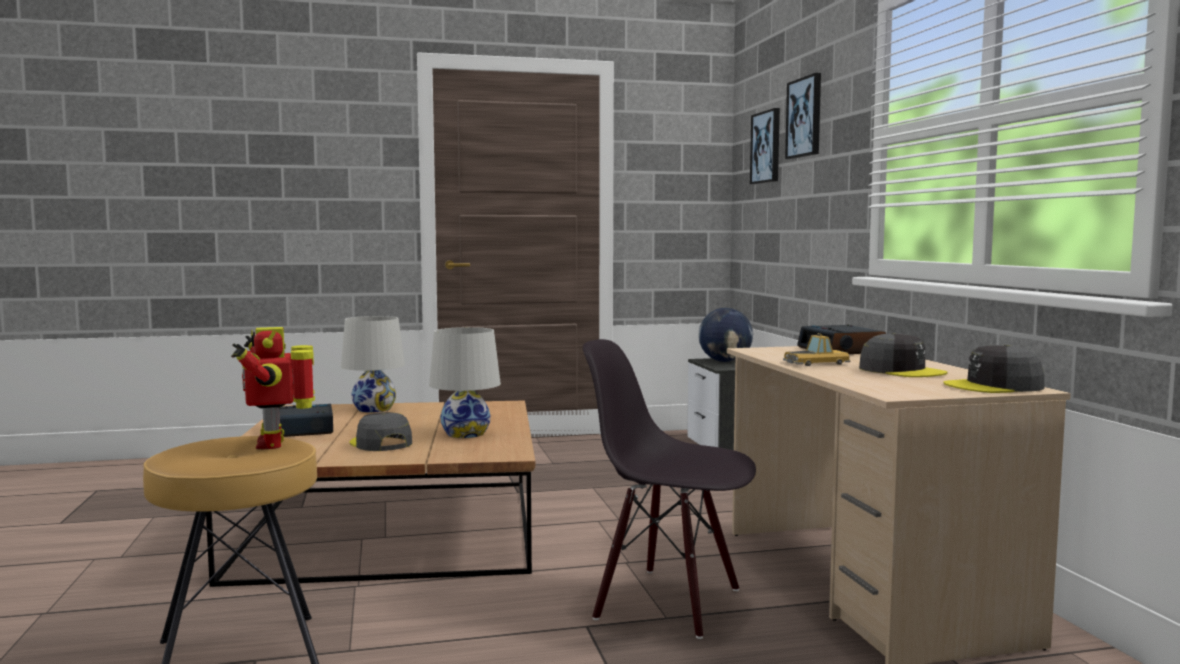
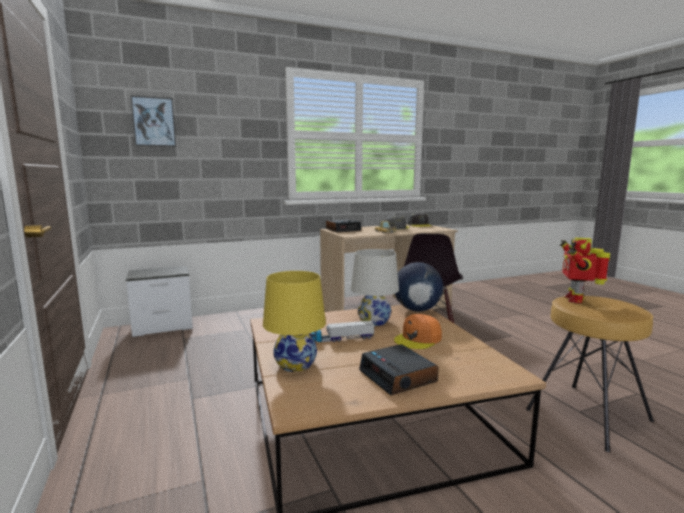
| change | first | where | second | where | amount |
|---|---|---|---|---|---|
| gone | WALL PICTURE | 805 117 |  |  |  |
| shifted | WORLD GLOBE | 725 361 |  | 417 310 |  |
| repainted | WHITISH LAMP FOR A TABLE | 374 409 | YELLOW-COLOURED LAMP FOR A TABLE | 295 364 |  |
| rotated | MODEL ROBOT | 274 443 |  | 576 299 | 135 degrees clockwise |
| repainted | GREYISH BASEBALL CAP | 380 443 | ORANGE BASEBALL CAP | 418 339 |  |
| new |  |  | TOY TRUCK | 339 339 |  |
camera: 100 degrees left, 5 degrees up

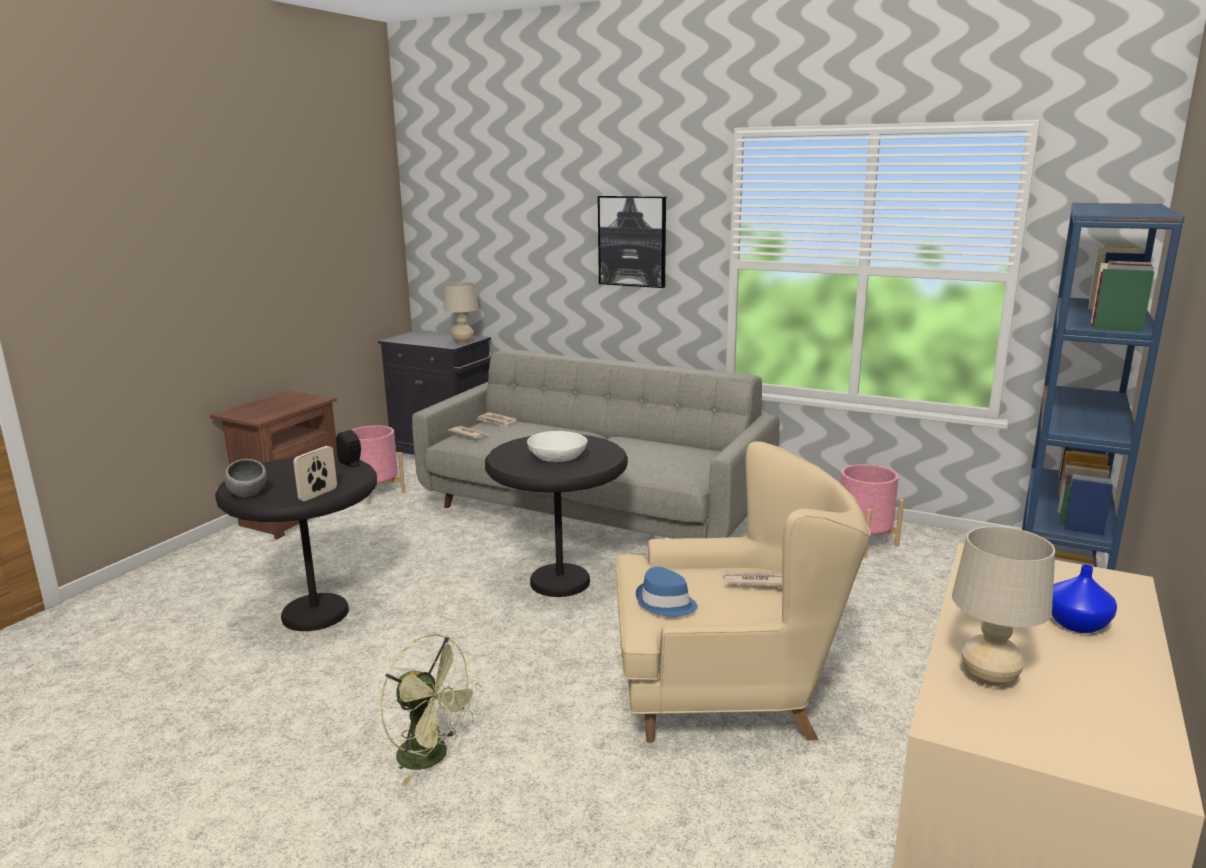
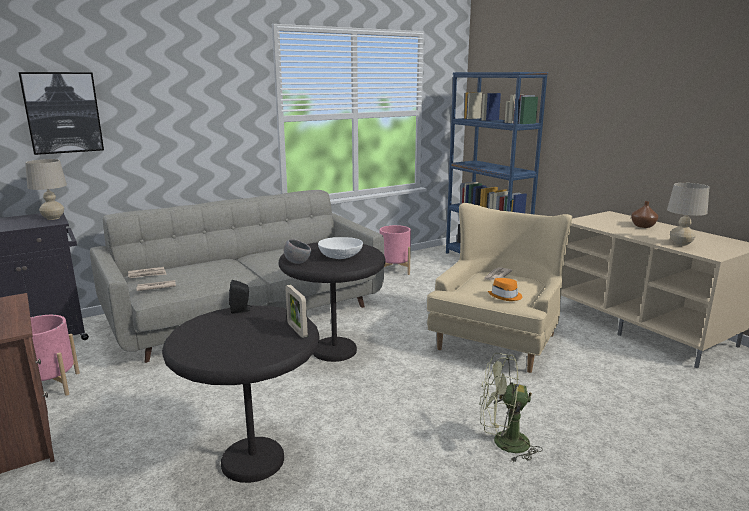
| change | first | where | second | where | amount |
|---|---|---|---|---|---|
| shifted | WALL PICTURE | 632 241 |  | 63 113 |  |
| shifted | GREYISH SERVING BOWL | 248 494 |  | 297 262 |  |
| repainted | BLUISH DECORATIVE VASE | 1077 624 | BROWNISH DECORATIVE VASE | 642 226 |  |
| repainted | BLUISH CLOTHING HAT | 665 603 | ORANGE CLOTHING HAT | 505 296 |  |
| rotated | GREENISH COOLING FAN | 432 757 |  | 503 443 | 150 degrees counterclockwise |
camera: 60 degrees left, 0 degrees up

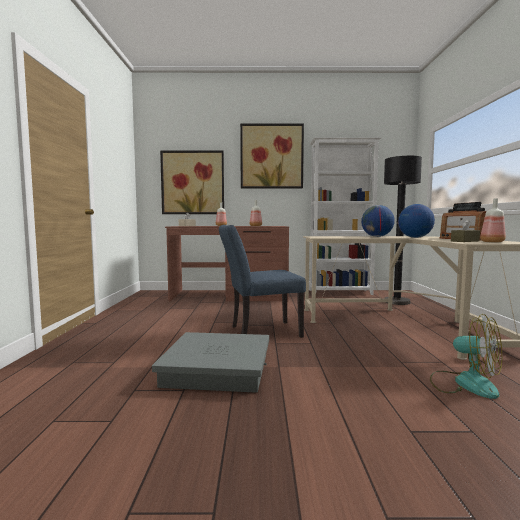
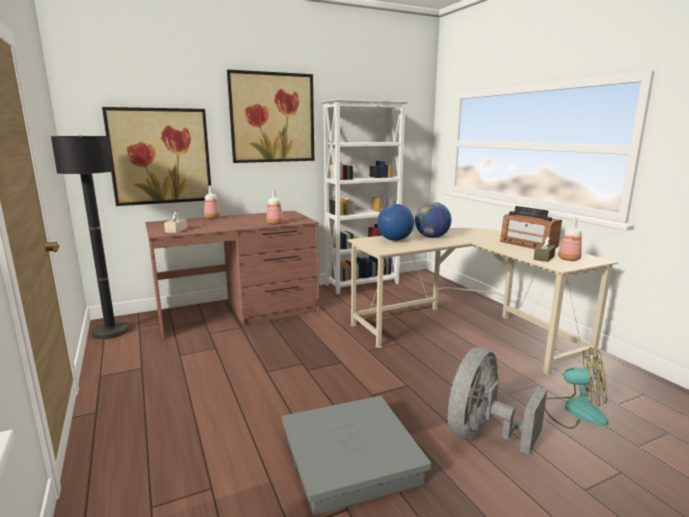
| change | first | where | second | where | amount |
|---|---|---|---|---|---|
| shifted | BLACK STANDING LAMP | 397 302 |  | 111 331 |  |
| shifted | WORLD GLOBE | 415 237 |  | 394 240 |  |
| gone | BLUISH UPRIGHT CHAIR | 259 332 |  |  |  |
| new |  |  | GREYISH COOLING FAN | 482 434 |  |
camera: 25 degrees left, 10 degrees up

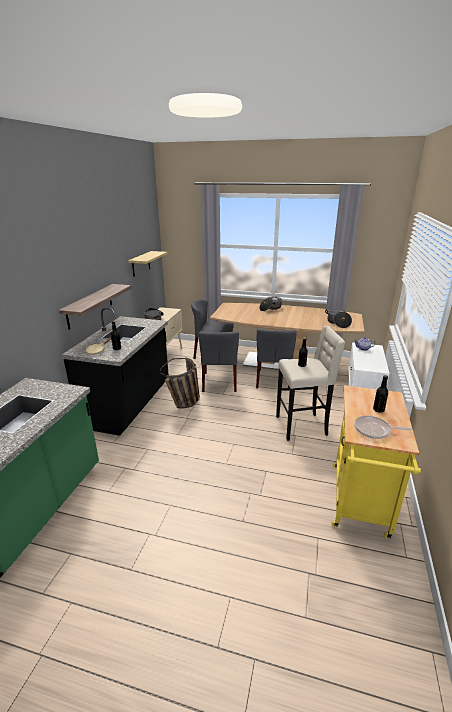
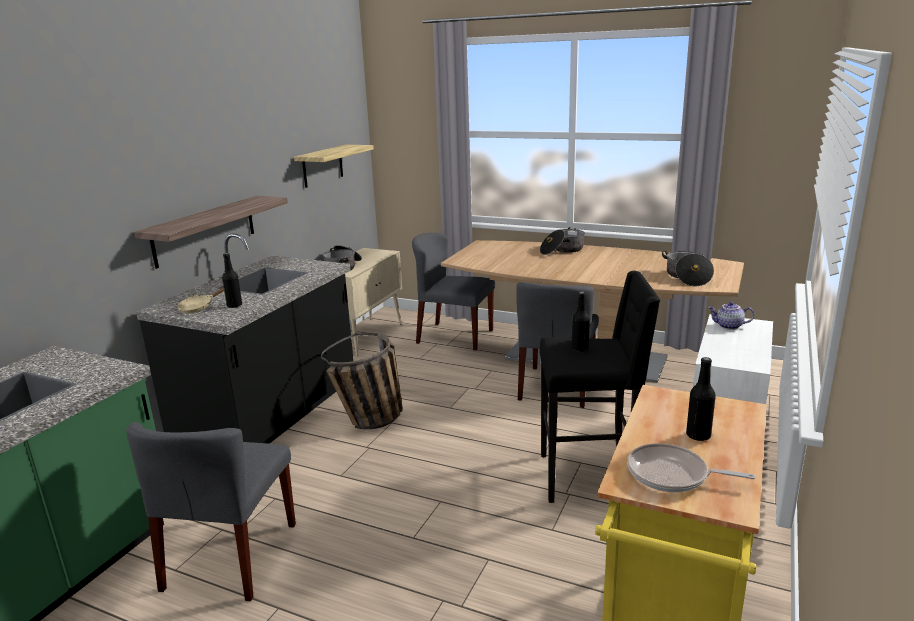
| change | first | where | second | where | amount |
|---|---|---|---|---|---|
| repainted | SAND-COLOURED STOOL SEAT | 302 426 | BLACK STOOL SEAT | 589 477 |  |
| shifted | GREYISH UPRIGHT CHAIR | 219 382 |  | 231 556 |  |
camera: 10 degrees right, 5 degrees down

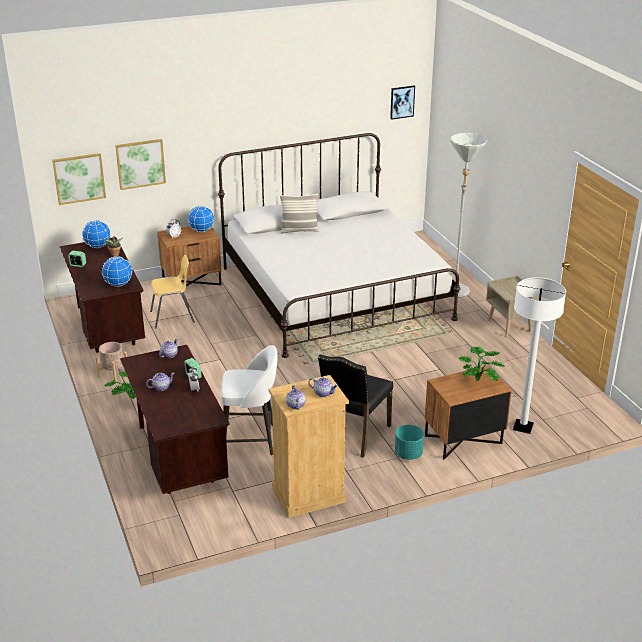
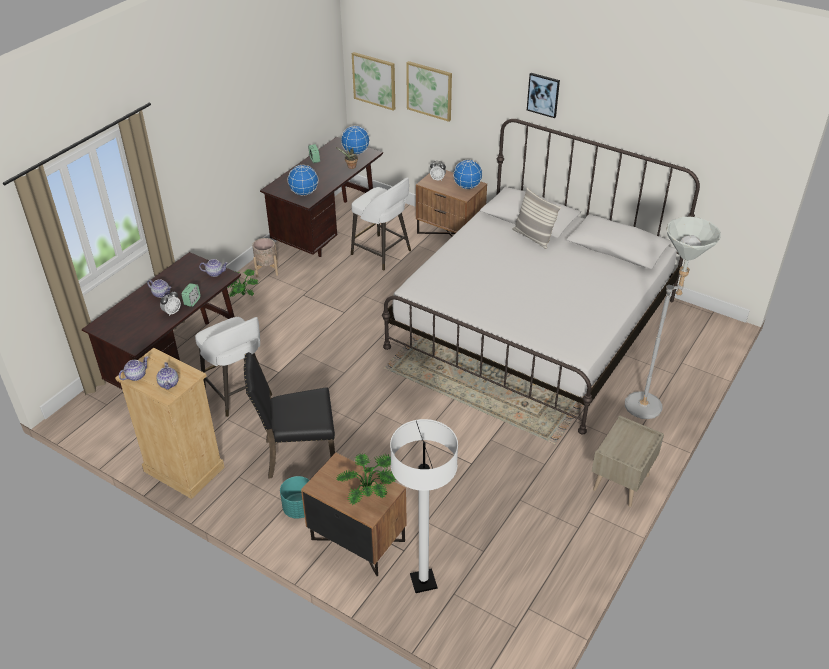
| change | first | where | second | where | amount |
|---|---|---|---|---|---|
| shifted | WALL PICTURE | 402 102 |  | 543 94 |  |
| swapped | YELLOW-COLOURED UPRIGHT CHAIR | 173 317 | WHITISH STOOL SEAT | 382 253 |  |
camera: 55 degrees right, 10 degrees up

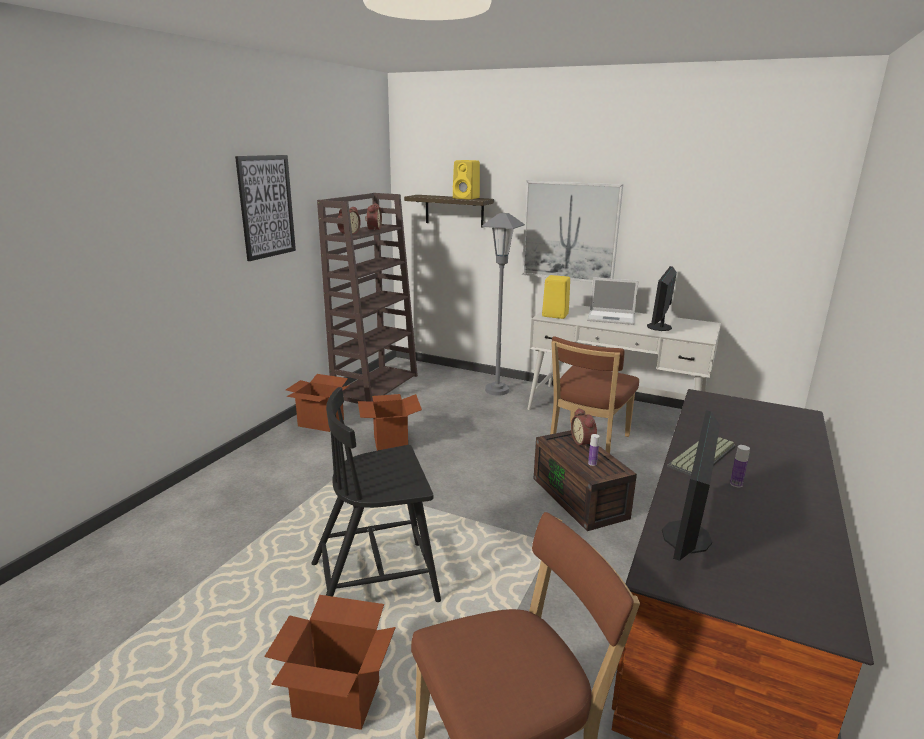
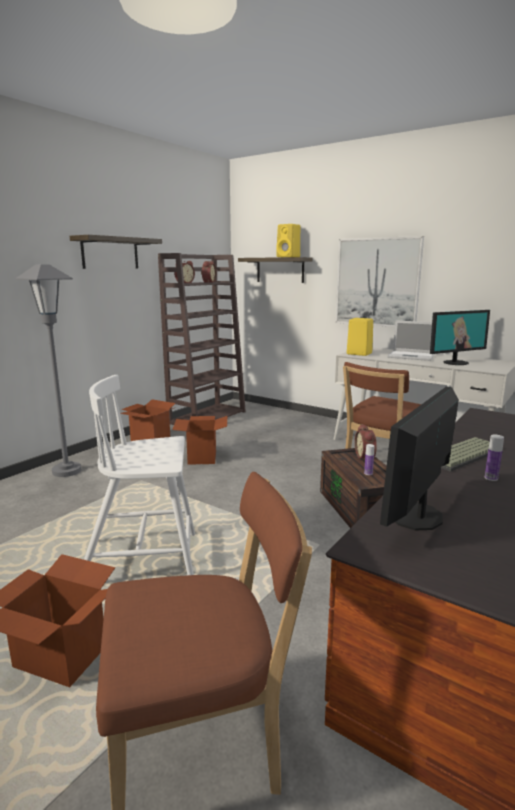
| change | first | where | second | where | amount |
|---|---|---|---|---|---|
| swapped | WALL PICTURE | 266 207 | WALL SHELF | 110 253 |  |
| shifted | GREYISH STANDING LAMP | 497 390 |  | 67 471 |  |
| rotated | COMPUTER DISPLAY | 660 327 |  | 455 362 | 150 degrees counterclockwise |
| repainted | BLACK UPRIGHT CHAIR | 376 580 | WHITISH UPRIGHT CHAIR | 143 560 |  |
camera: 10 degrees right, 5 degrees down

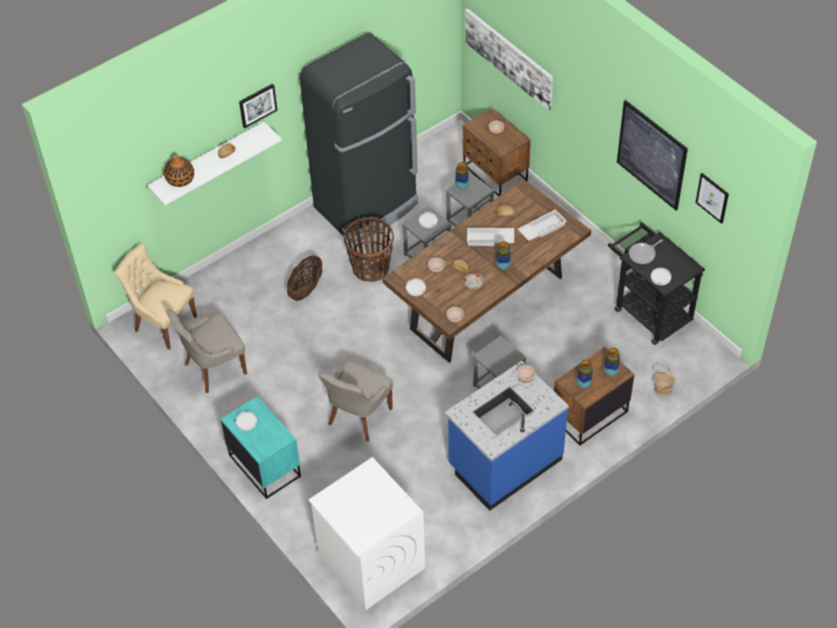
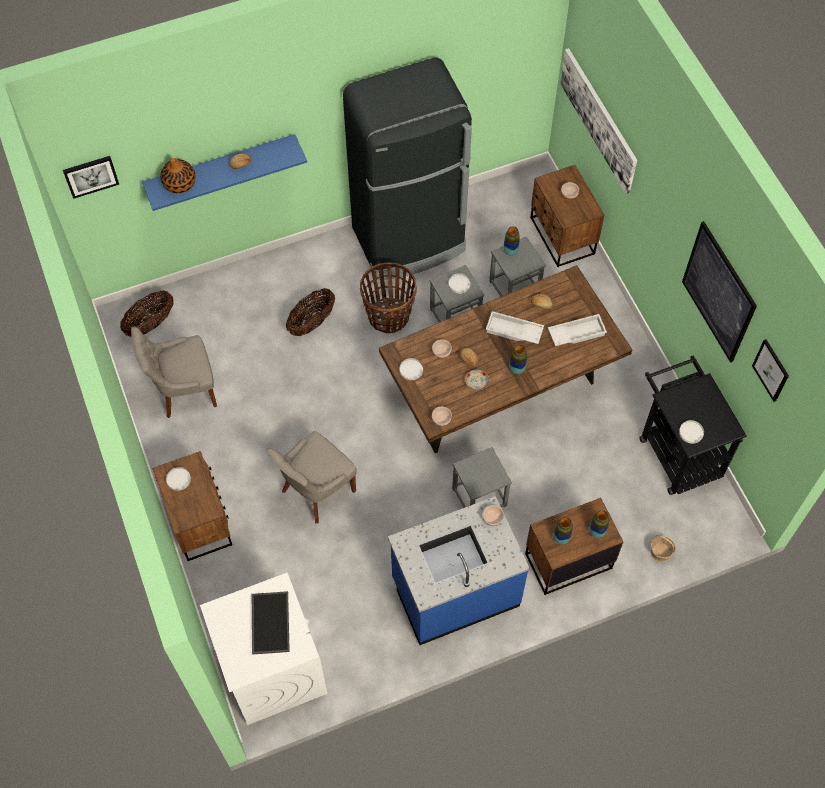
| change | first | where | second | where | amount |
|---|---|---|---|---|---|
| shifted | WALL PICTURE | 257 105 |  | 90 176 |  |
| repainted | WHITISH WALL SHELF | 208 161 | BLUISH WALL SHELF | 221 166 |  |
| gone | FRYING PAN | 643 254 |  |  |  |
| swapped | SAND-COLOURED UPRIGHT CHAIR | 163 323 | HOUSEHOLD BASKET | 150 323 |  |
| repainted | BLUE-GREEN NIGHT TABLE | 265 465 | BROWNISH NIGHT TABLE | 199 521 |  |
| new |  |  | SERVING TRAY | 269 622 |  |
camera: 15 degrees right, 10 degrees up

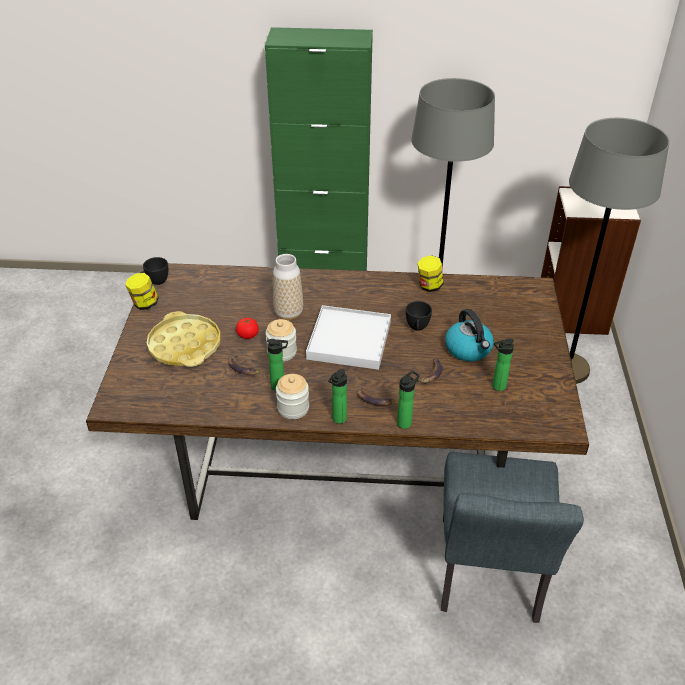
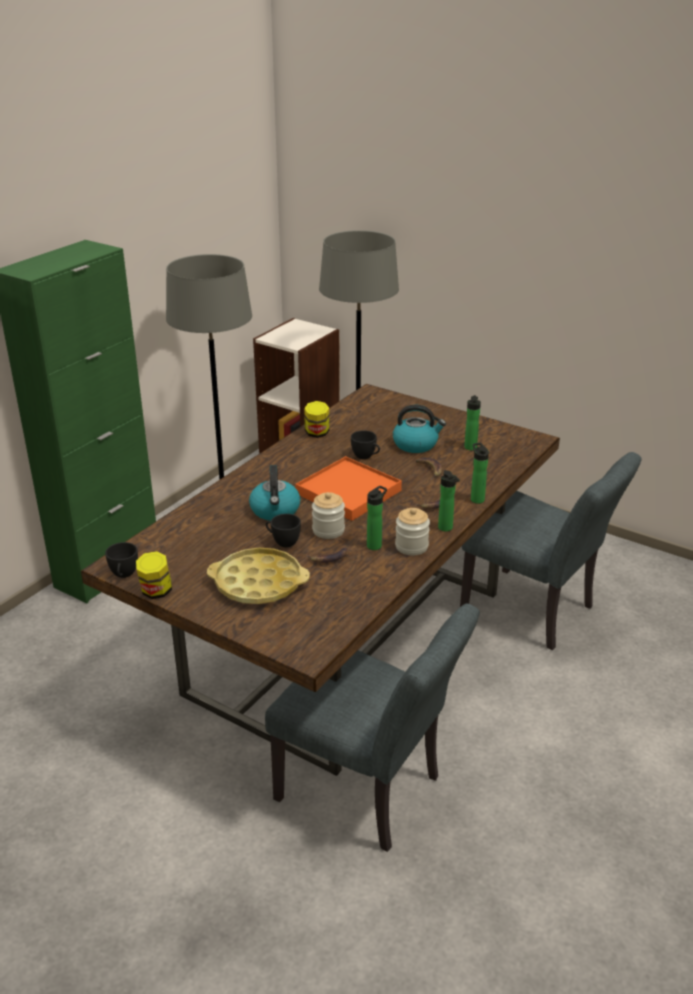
| change | first | where | second | where | amount |
|---|---|---|---|---|---|
| swapped | DECORATIVE VASE | 288 313 | WATER KETTLE | 275 511 |  |
| repainted | WHITISH SERVING TRAY | 349 340 | ORANGE SERVING TRAY | 348 492 |  |
| swapped | FRESH TOMATO | 248 335 | BLACK DRINKING CUP | 283 542 |  |
| new |  |  | GREYISH UPRIGHT CHAIR | 369 793 |  |
camera: 60 degrees left, 10 degrees down

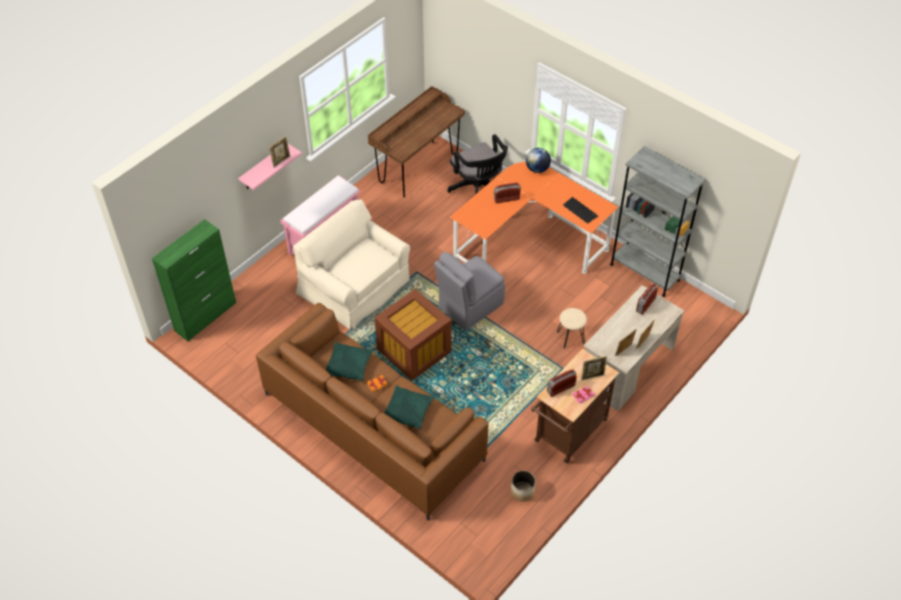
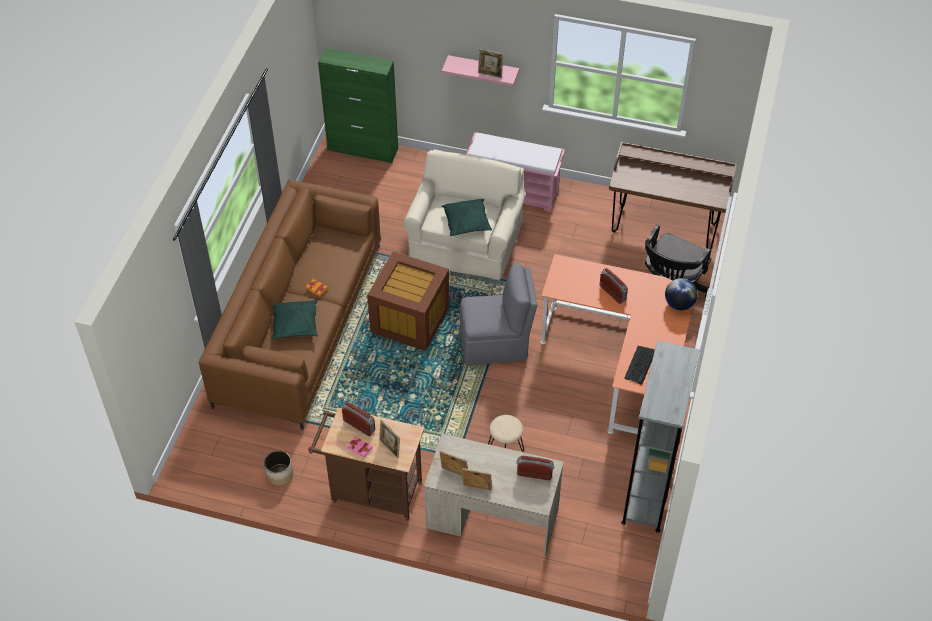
| change | first | where | second | where | amount |
|---|---|---|---|---|---|
| rotated | GREYISH UPRIGHT CHAIR | 469 306 |  | 495 344 | 150 degrees clockwise |
| shifted | GREENISH PILLOW | 349 366 |  | 467 223 |  |
camera: 65 degrees right, 0 degrees up

